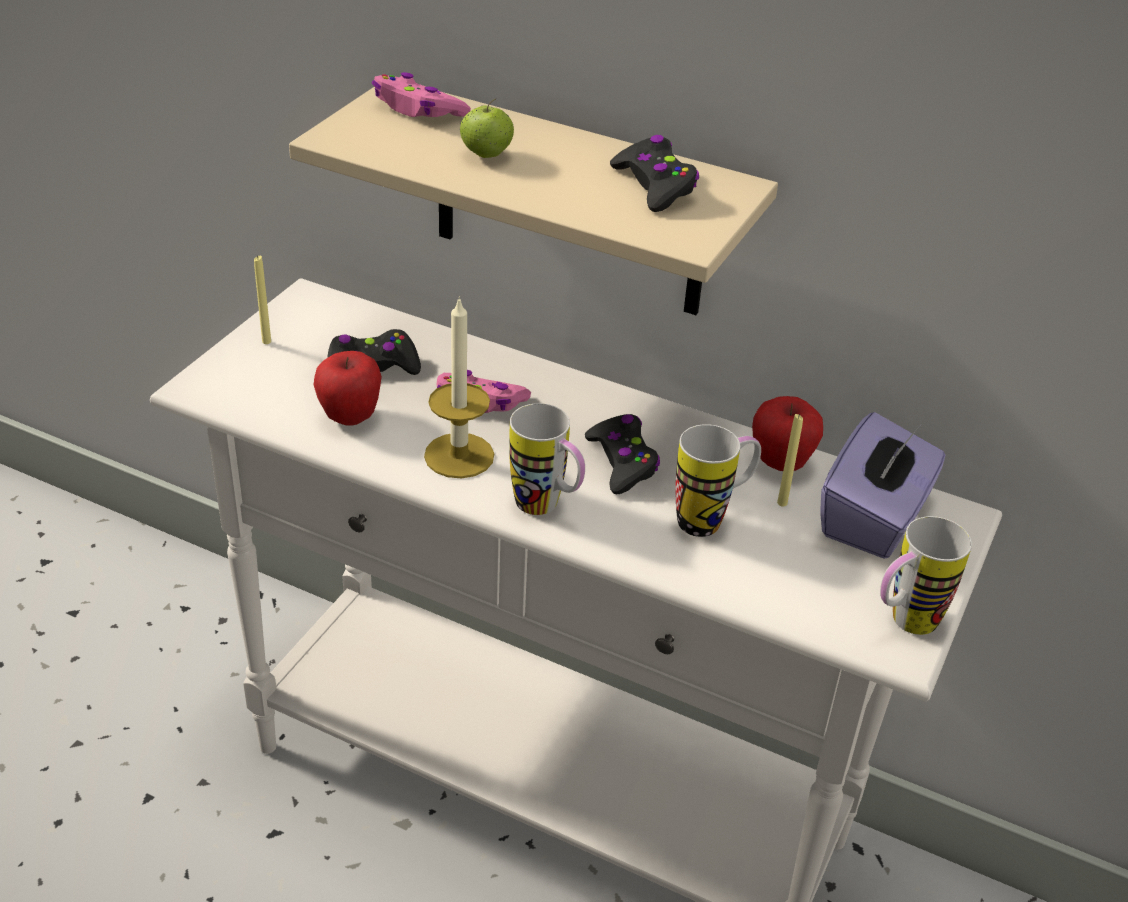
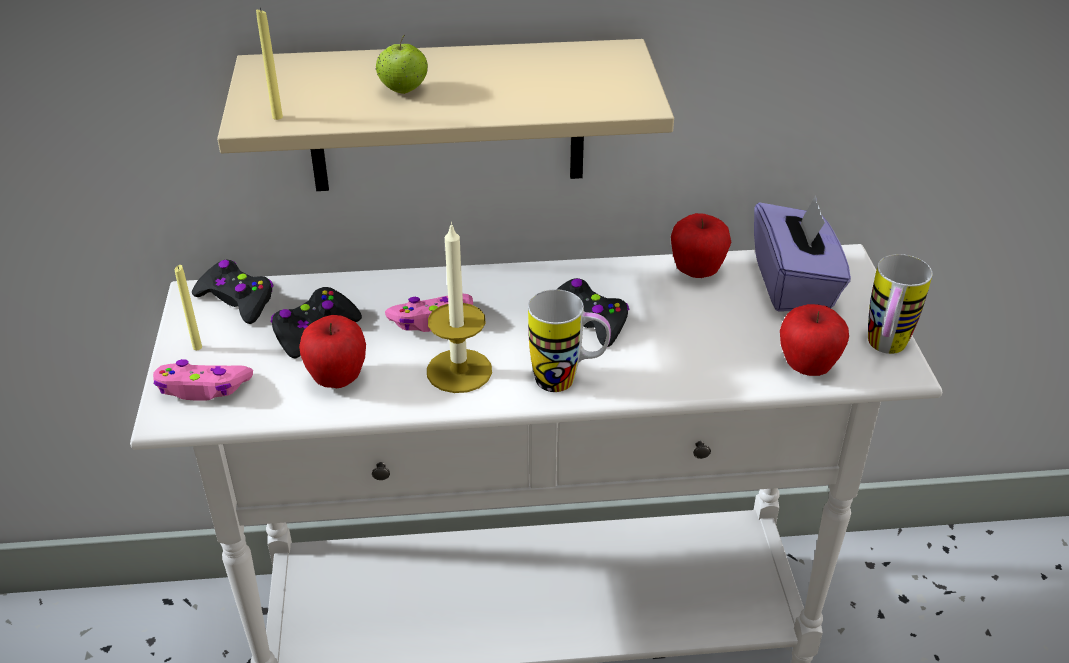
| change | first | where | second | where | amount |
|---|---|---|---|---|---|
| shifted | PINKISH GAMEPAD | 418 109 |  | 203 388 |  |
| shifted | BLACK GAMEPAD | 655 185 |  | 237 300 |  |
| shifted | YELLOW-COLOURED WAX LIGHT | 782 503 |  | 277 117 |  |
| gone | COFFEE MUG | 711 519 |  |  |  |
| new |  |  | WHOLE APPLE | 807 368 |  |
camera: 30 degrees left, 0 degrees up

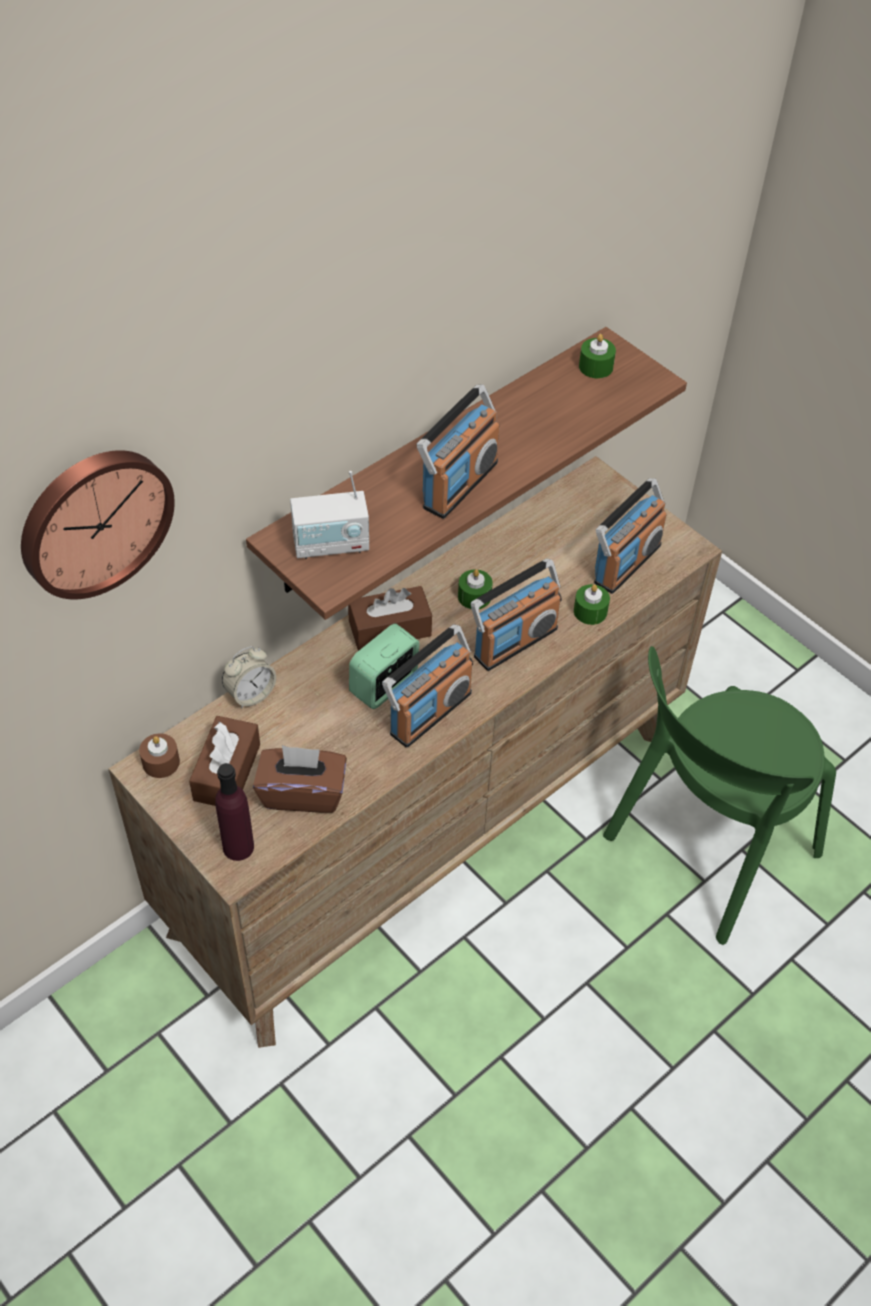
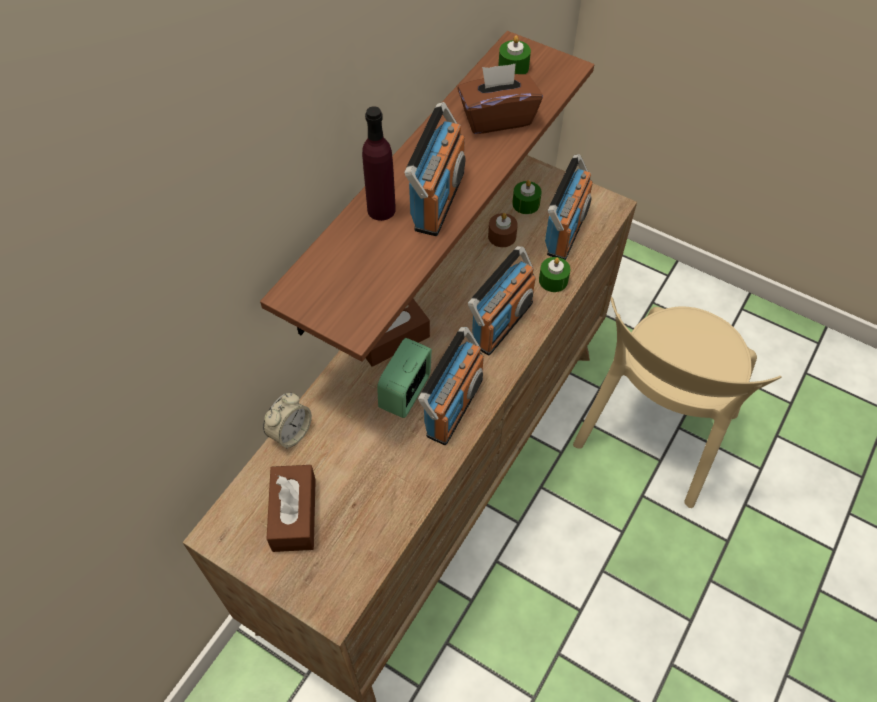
| change | first | where | second | where | amount |
|---|---|---|---|---|---|
| gone | CLOCK ON THE WALL | 94 520 |  |  |  |
| gone | RADIO SET | 331 544 |  |  |  |
| shifted | GREENISH WAX LIGHT | 474 596 |  | 526 204 |  |
| repainted | GREENISH UPRIGHT CHAIR | 705 851 | SAND-COLOURED UPRIGHT CHAIR | 652 436 |  |
| shifted | BROWNISH WAX LIGHT | 161 762 |  | 502 236 |  |
| shifted | BROWNISH TISSUE HOLDER | 302 793 |  | 497 118 |  |
| shifted | PURPLE BEVERAGE BOTTLE | 238 847 |  | 381 209 |  |
camera: 15 degrees left, 5 degrees up

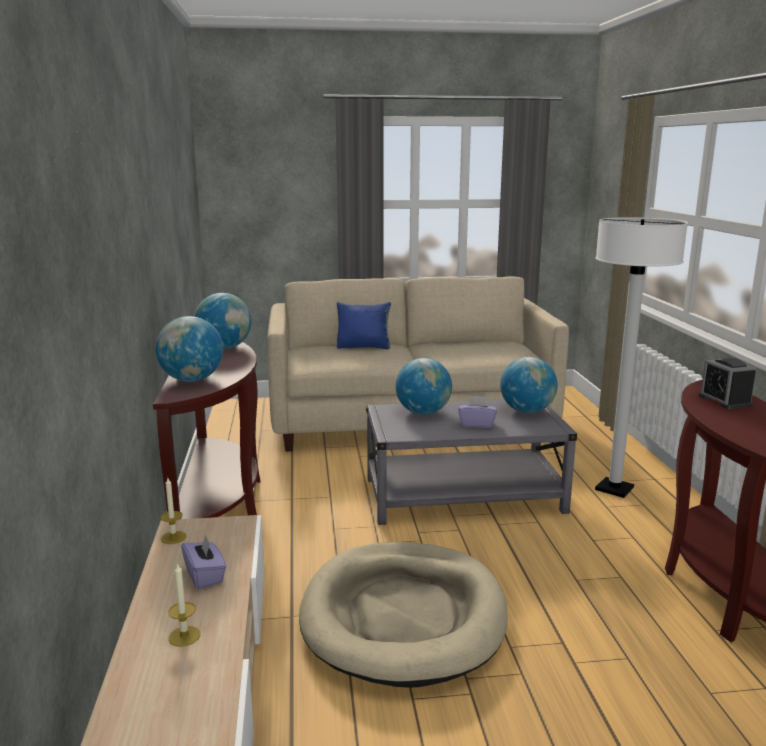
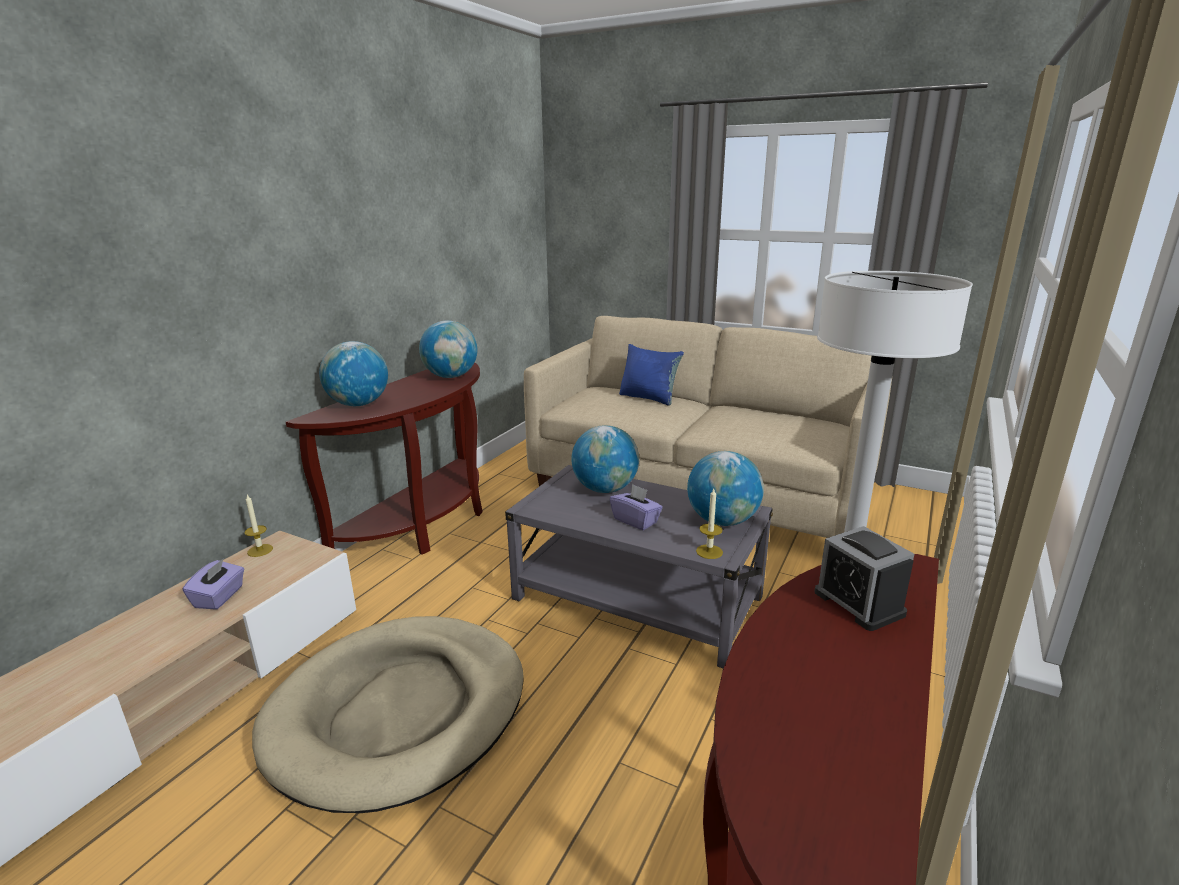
| change | first | where | second | where | amount |
|---|---|---|---|---|---|
| rotated | ALARM CLOCK | 725 401 |  | 858 603 | 45 degrees counterclockwise |
| shifted | WAX LIGHT | 184 636 |  | 709 551 |  |
camera: 35 degrees right, 5 degrees up

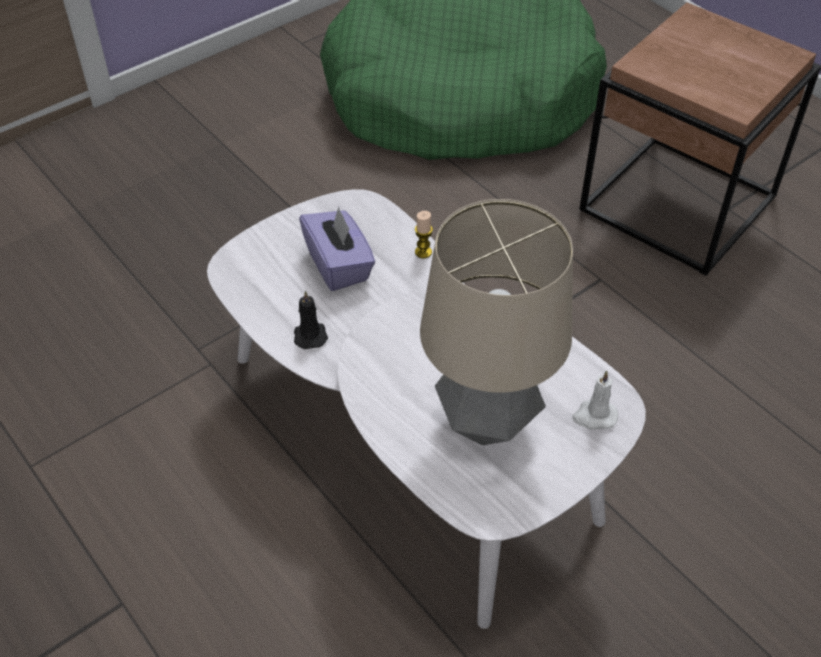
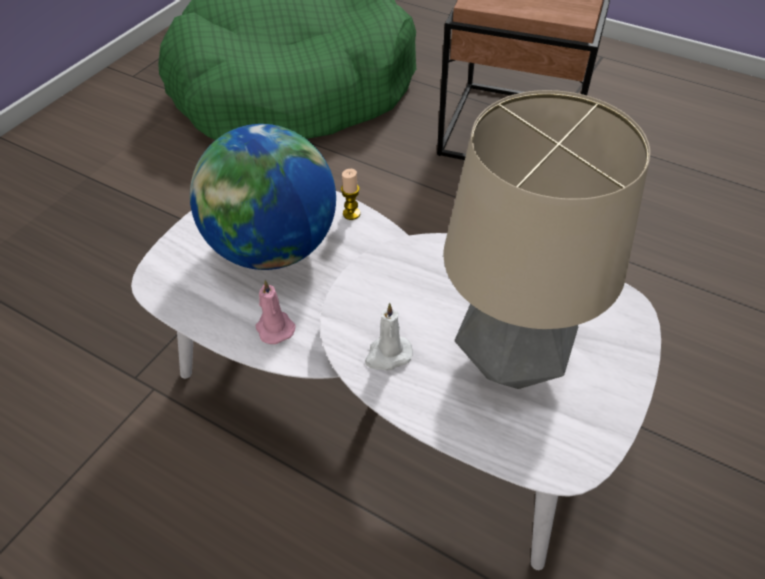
| change | first | where | second | where | amount |
|---|---|---|---|---|---|
| swapped | PURPLE TISSUE HOLDER | 339 265 | WORLD GLOBE | 273 248 |  |
| repainted | BLACK WAX LIGHT | 310 335 | PINKISH WAX LIGHT | 274 327 |  |
| shifted | WHITISH WAX LIGHT | 594 416 |  | 387 355 |  |
camera: 20 degrees left, 0 degrees up

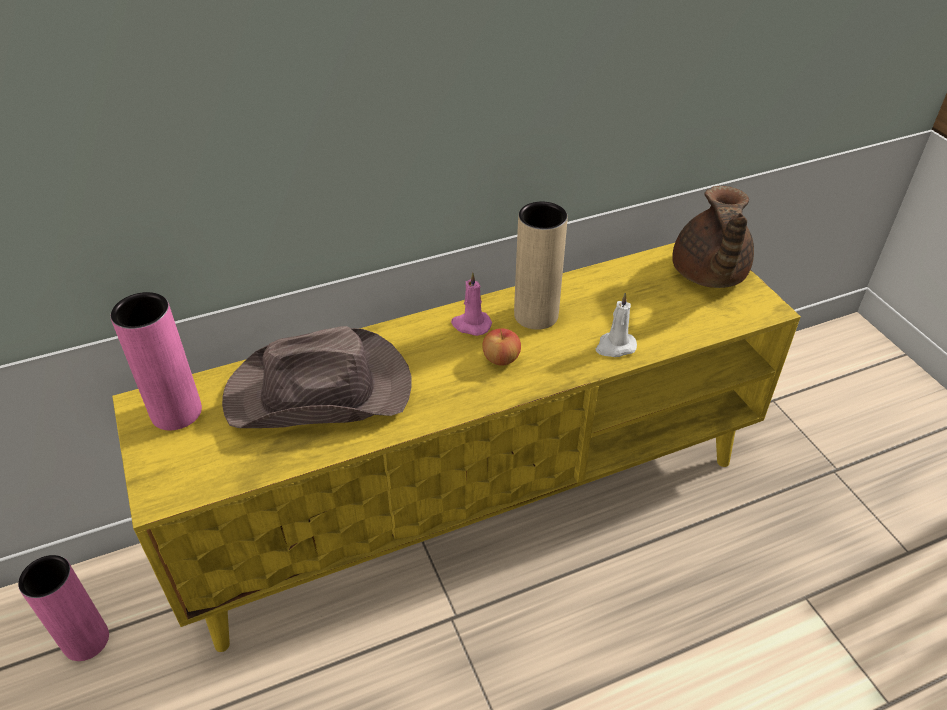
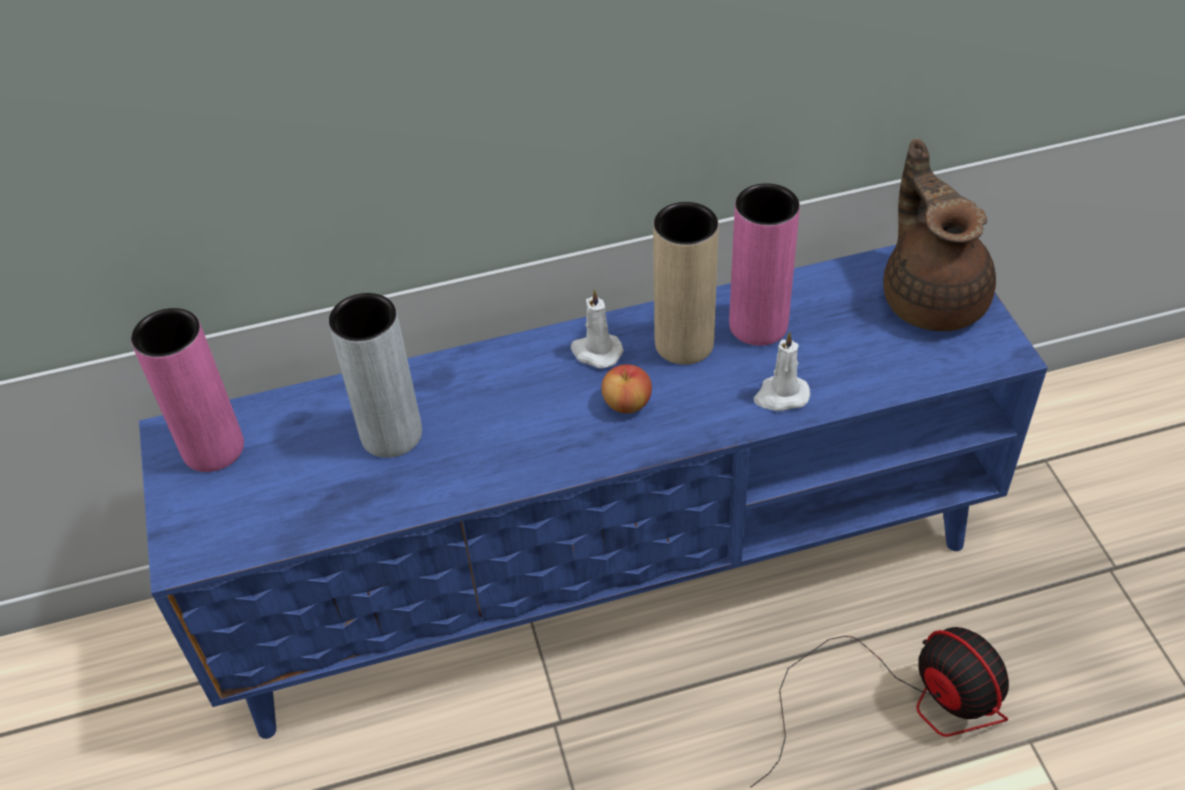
| change | first | where | second | where | amount |
|---|---|---|---|---|---|
| rotated | BROWNISH TEAPOT | 708 275 |  | 932 297 | 150 degrees clockwise |
| repainted | YELLOW-COLOURED TV STAND | 474 500 | BLUISH TV STAND | 606 570 |  |
| repainted | PINKISH WAX LIGHT | 471 325 | WHITISH WAX LIGHT | 595 352 |  |
| swapped | BROWNISH CLOTHING HAT | 321 392 | GREYISH DECORATIVE VASE | 391 434 |  |
| shifted | PINKISH DECORATIVE VASE | 86 640 |  | 758 325 |  |
| new |  |  | COOLING FAN | 901 701 |  |
camera: 10 degrees right, 5 degrees up

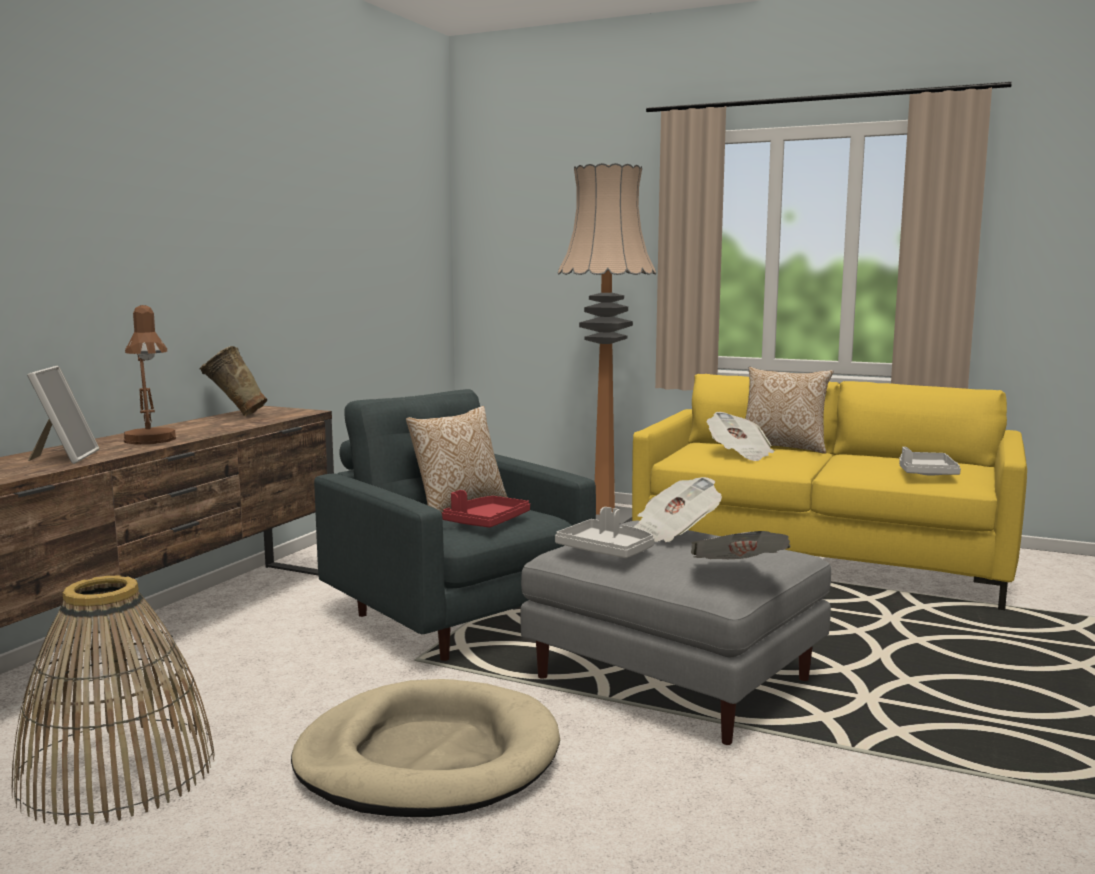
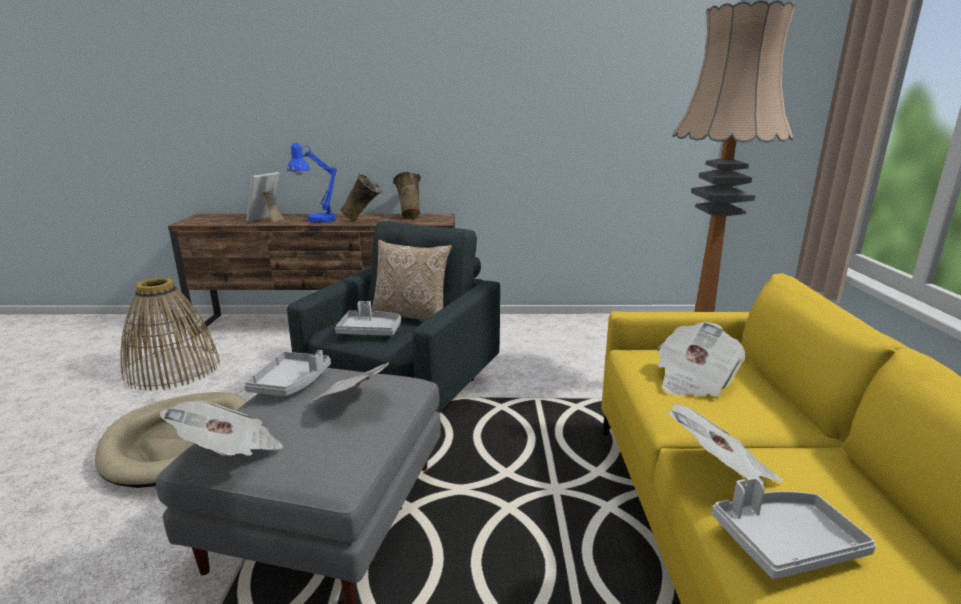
| change | first | where | second | where | amount |
|---|---|---|---|---|---|
| repainted | BROWNISH LAMP FOR A TABLE | 151 441 | BLUISH LAMP FOR A TABLE | 317 221 |  |
| rotated | PHOTO FRAME | 64 457 |  | 267 219 | 150 degrees clockwise |
| gone | PILLOW | 784 447 |  |  |  |
| repainted | REDDISH SERVING TRAY | 486 522 | GREYISH SERVING TRAY | 370 331 |  |
| new |  |  | SAND-COLOURED DECORATIVE VASE | 363 220 |  |
| new |  |  | NEWSPAPER | 719 469 |  |
camera: 65 degrees right, 10 degrees up

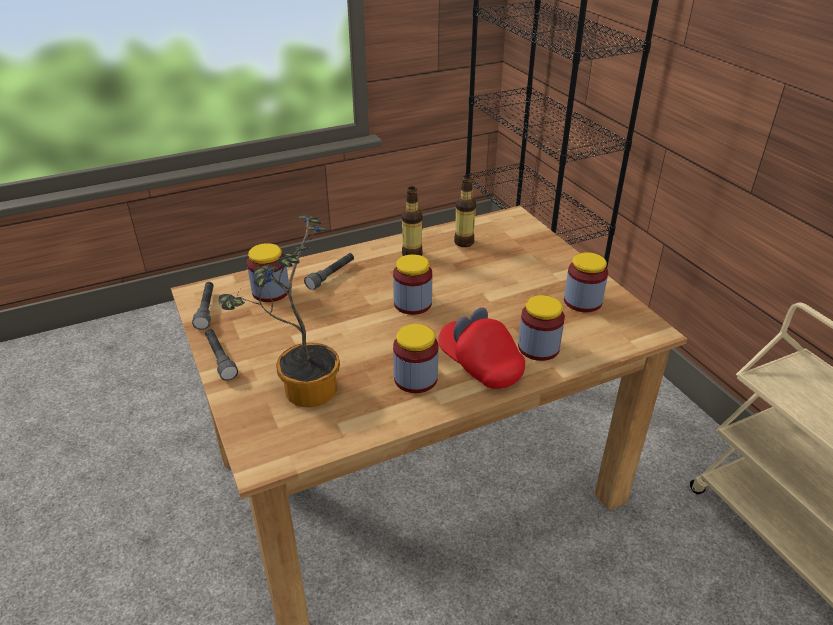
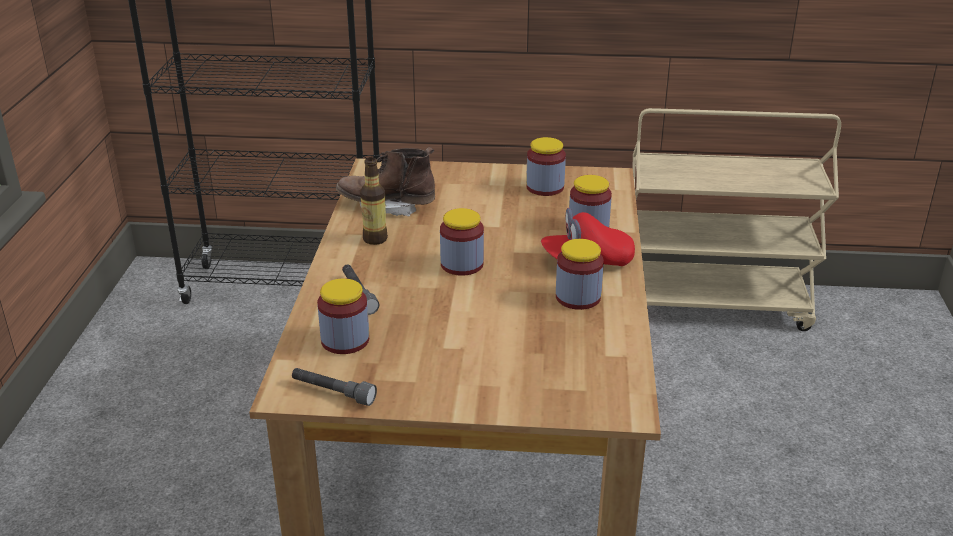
| change | first | where | second | where | amount |
|---|---|---|---|---|---|
| swapped | BEVERAGE BOTTLE | 464 242 | BROWNISH TALL BOOT | 387 206 |  |
| gone | POTTED PLANT | 302 391 |  |  |  |
| gone | GREYISH FLASHLIGHT | 220 359 |  |  |  |
camera: 60 degrees left, 5 degrees down

